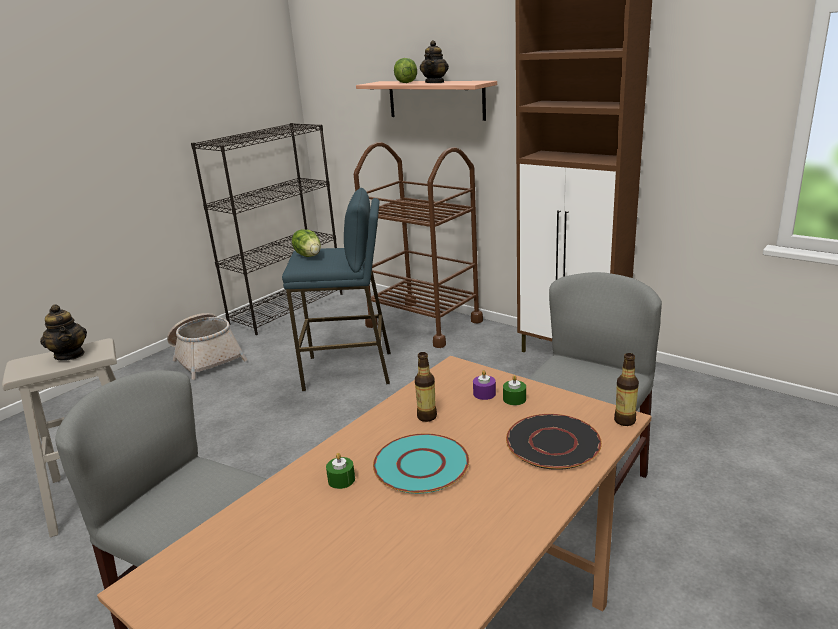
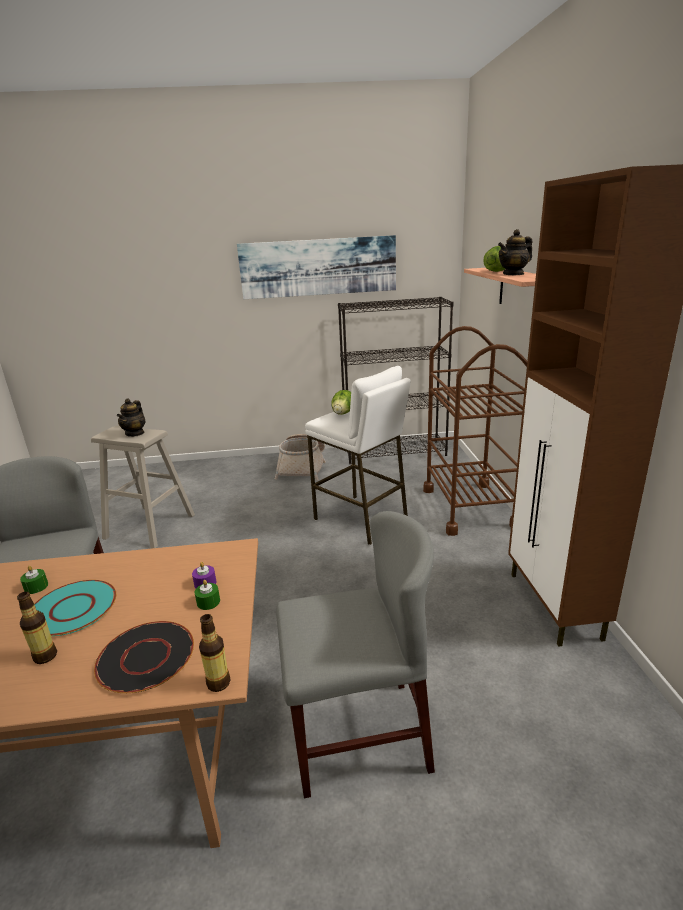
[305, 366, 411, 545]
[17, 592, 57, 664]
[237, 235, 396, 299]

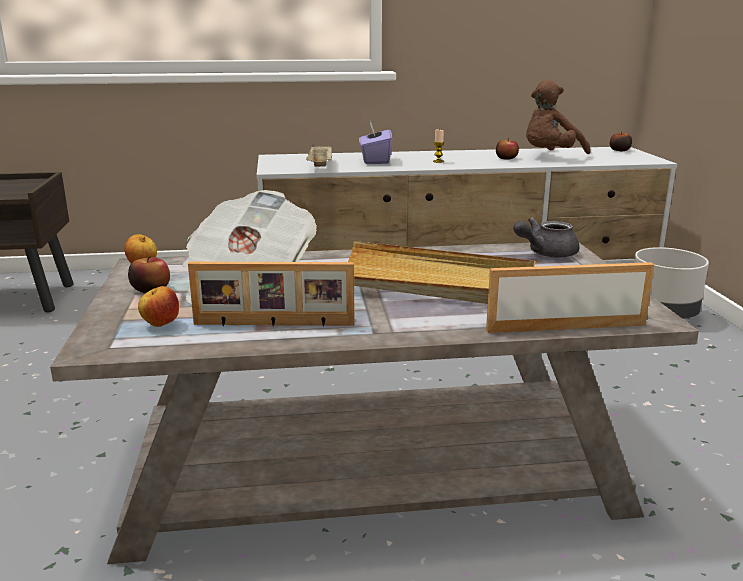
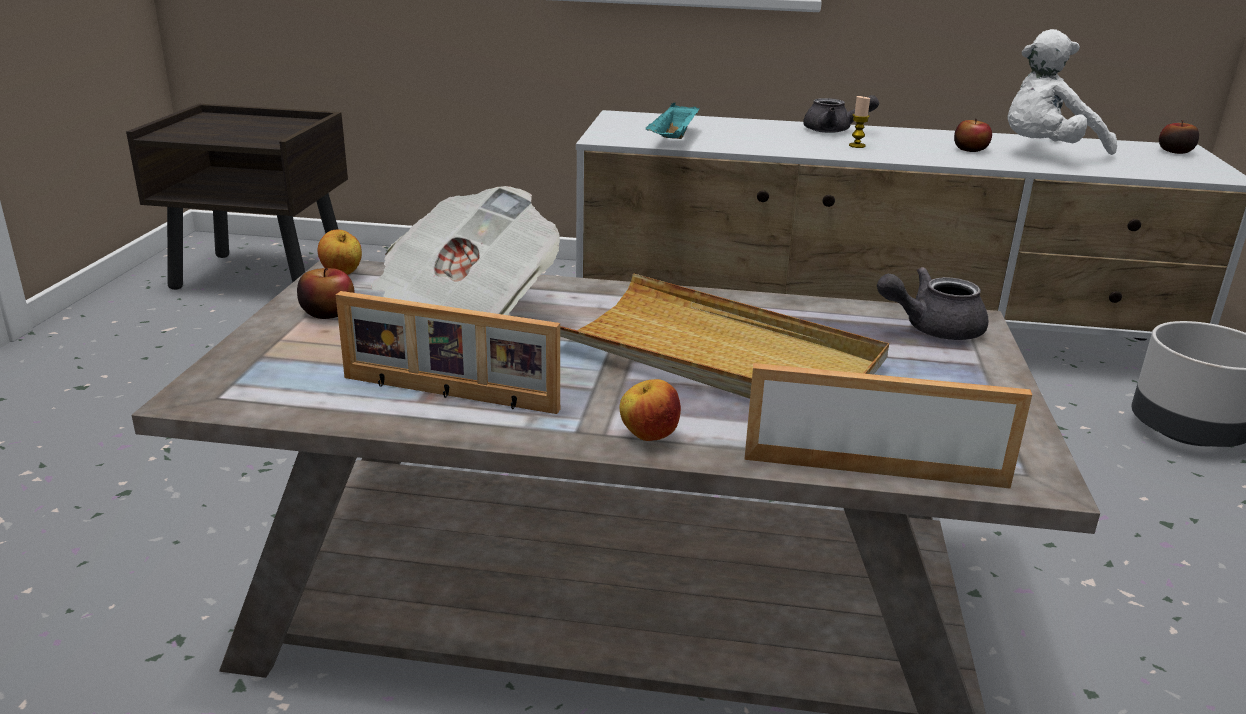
[620, 379, 681, 441]
[646, 103, 700, 139]
[359, 121, 392, 164] (first image)
[1007, 29, 1117, 155]
[803, 95, 879, 133]

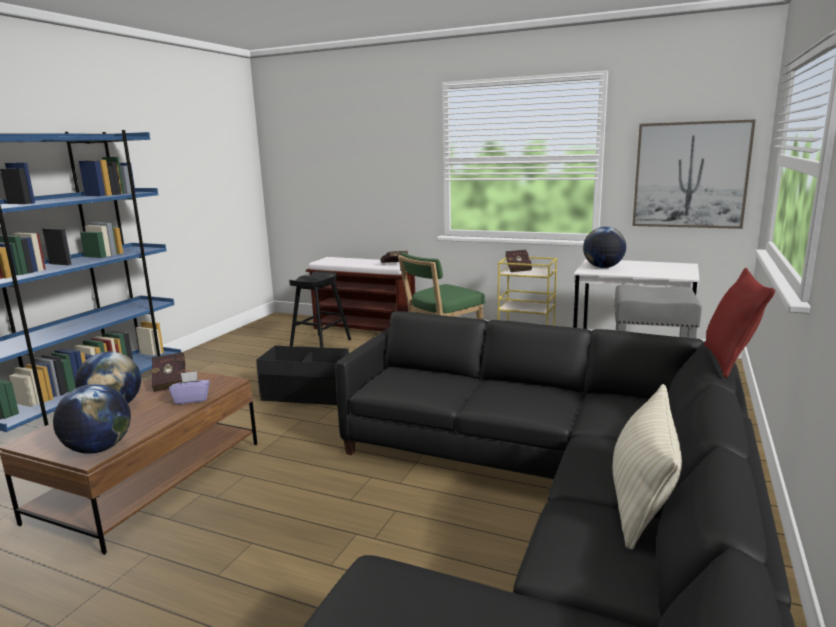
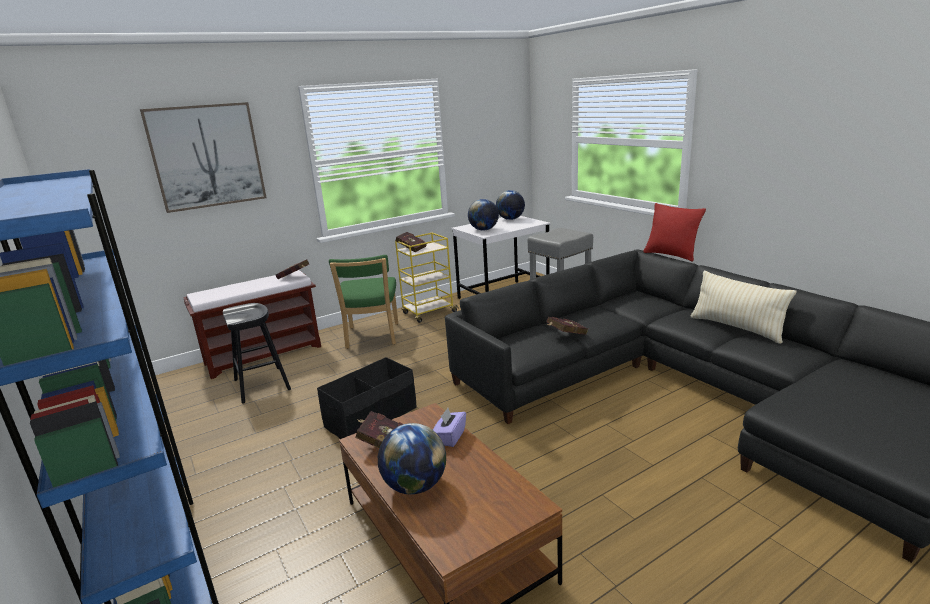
[496, 190, 525, 220]
[140, 102, 267, 213]
[546, 317, 588, 335]

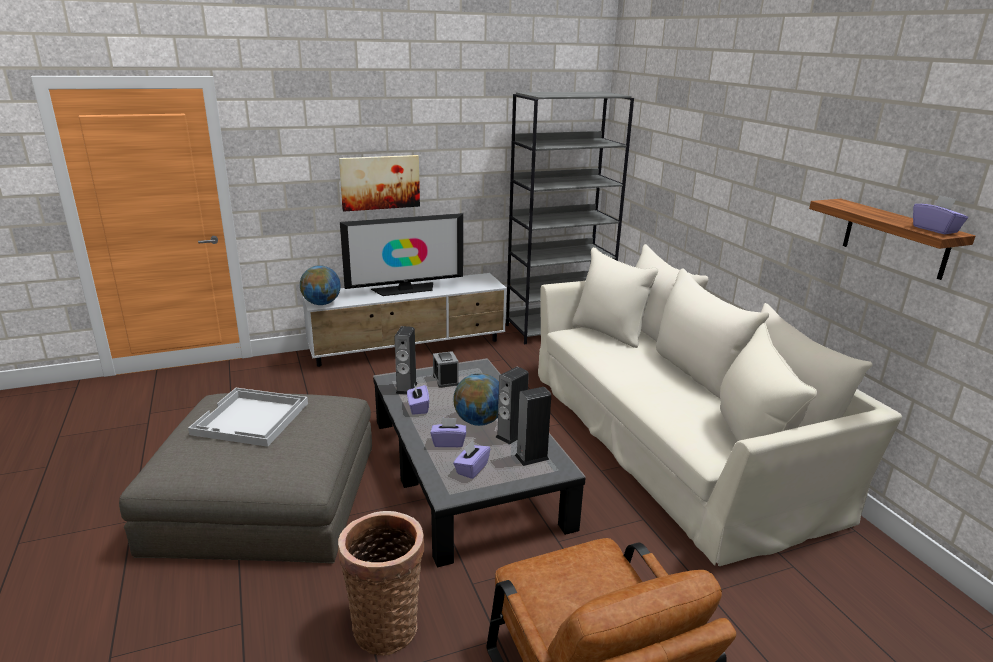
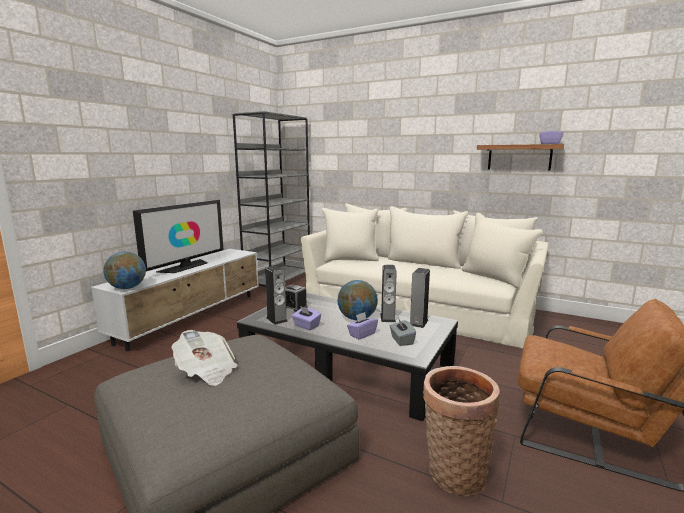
[171, 330, 238, 386]
[339, 155, 420, 212] (first image)
[390, 318, 416, 346]

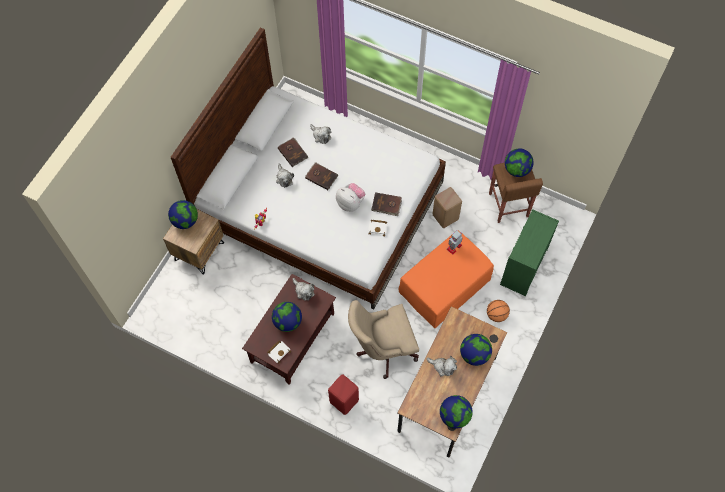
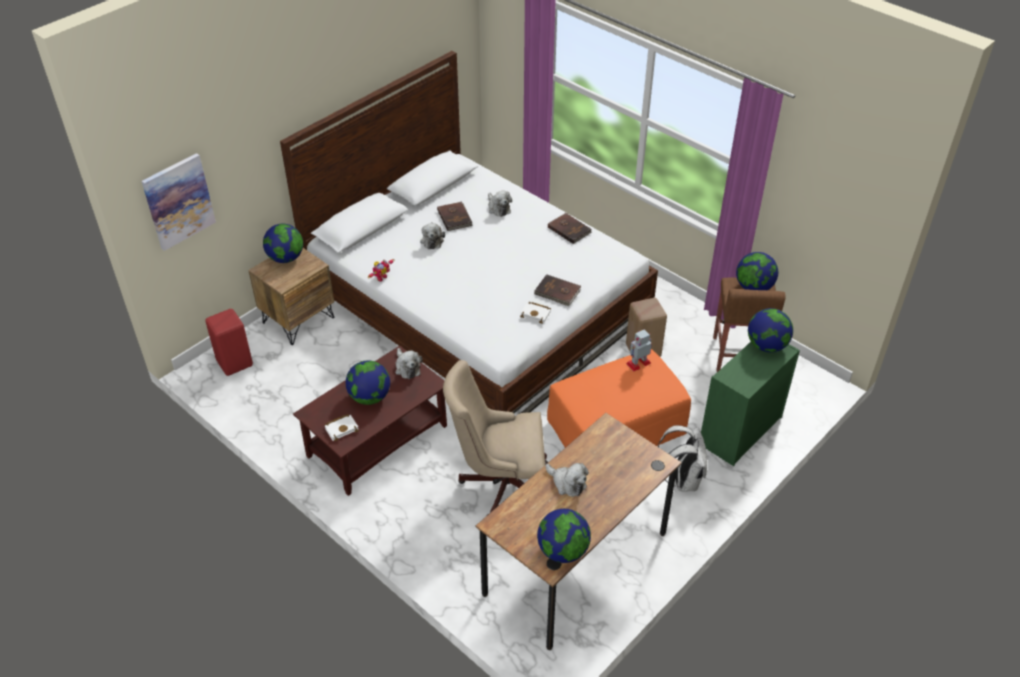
[548, 213, 592, 244]
[205, 309, 253, 376]
[336, 183, 365, 212] (first image)
[748, 308, 793, 353]
[658, 425, 707, 491]
[142, 153, 216, 251]

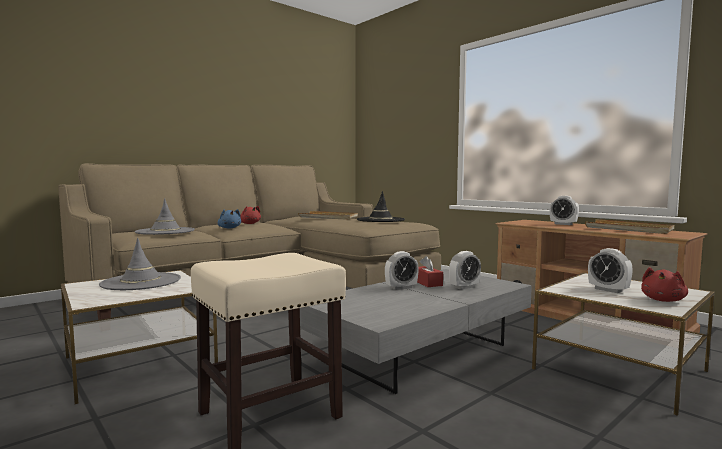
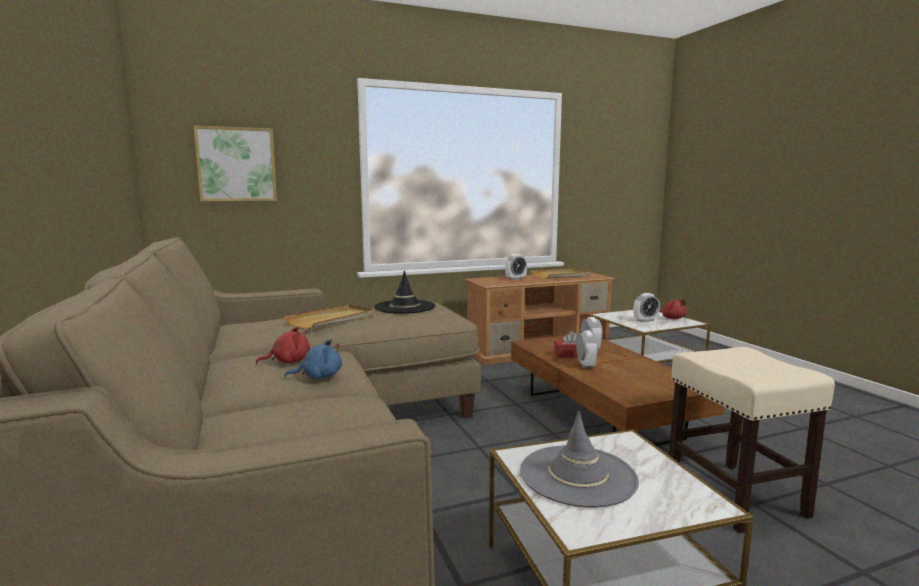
[135, 198, 195, 235] (first image)
[511, 335, 725, 446]
[193, 125, 277, 201]

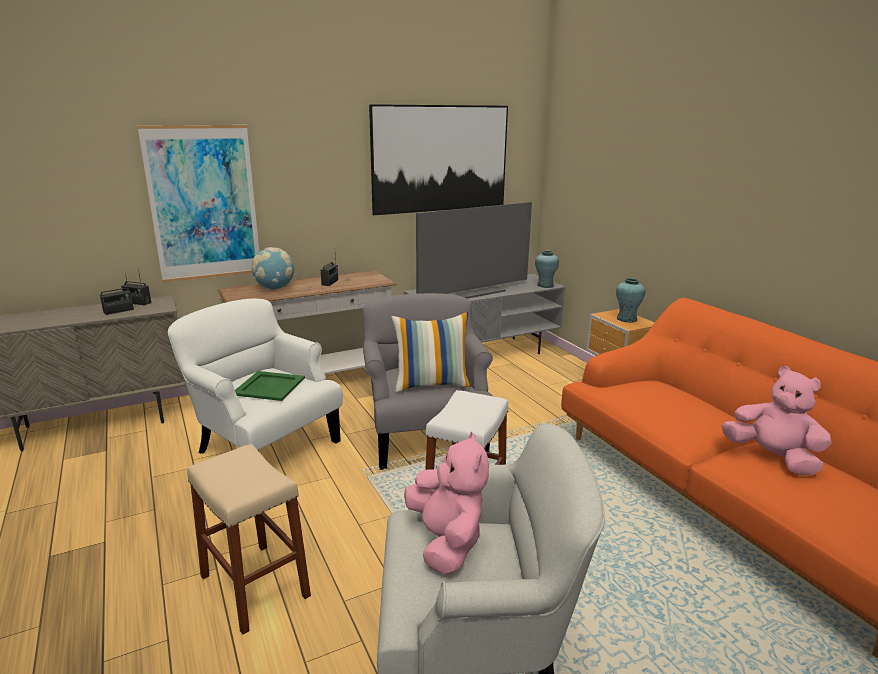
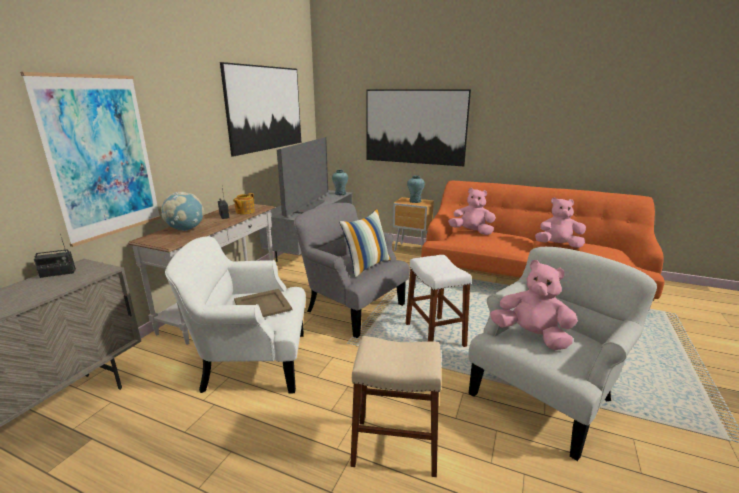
[100, 274, 134, 315] (first image)
[234, 289, 292, 317]
[233, 193, 255, 214]
[366, 89, 471, 166]
[448, 188, 496, 235]

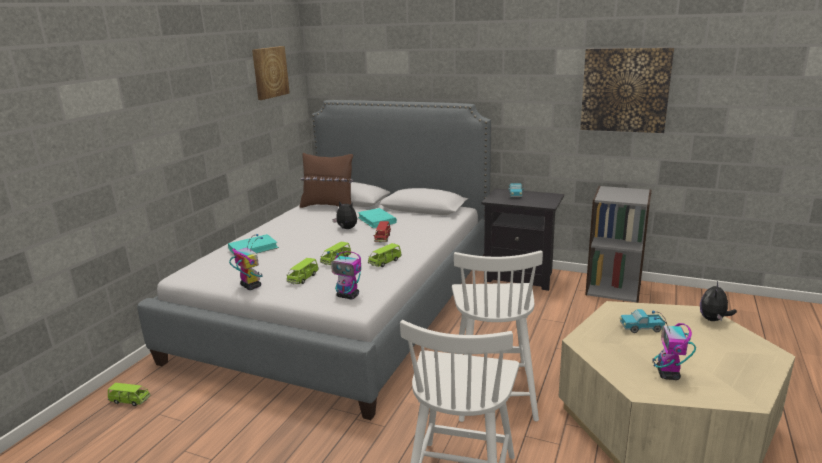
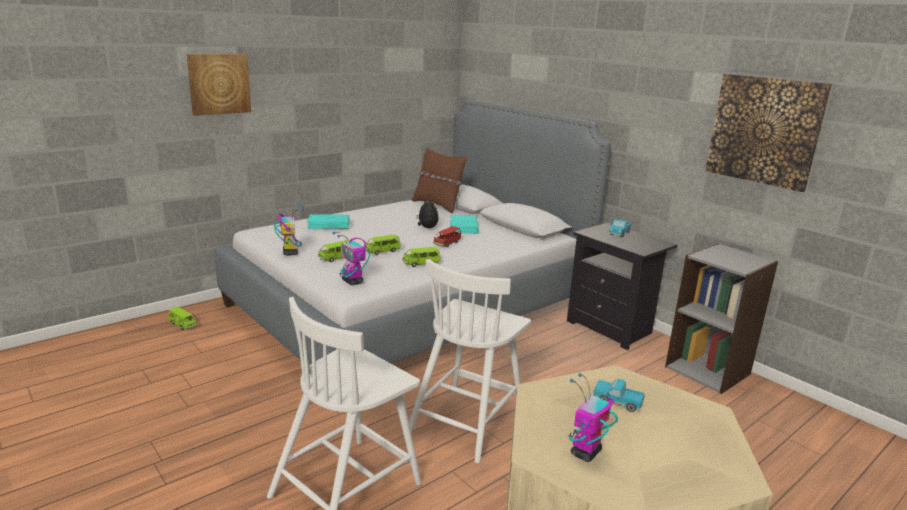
[186, 54, 251, 116]
[700, 281, 737, 321] (first image)

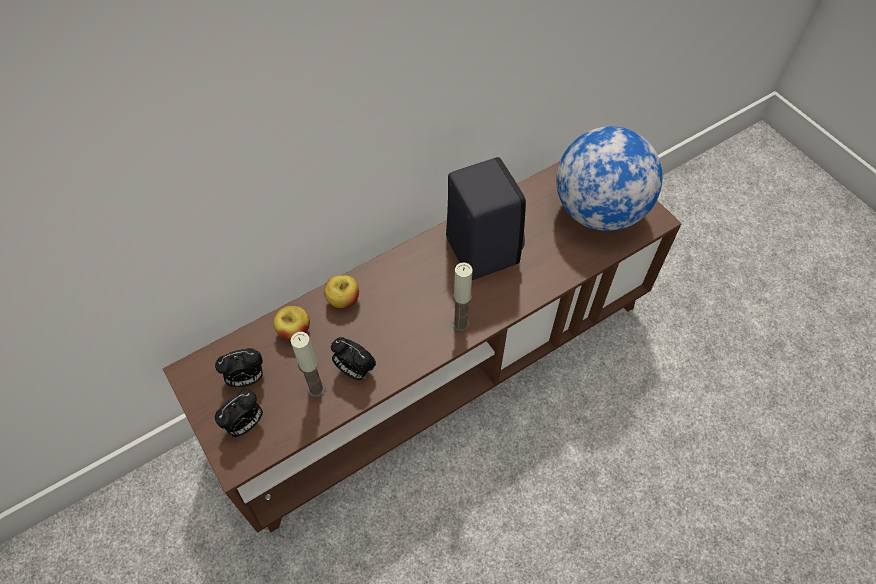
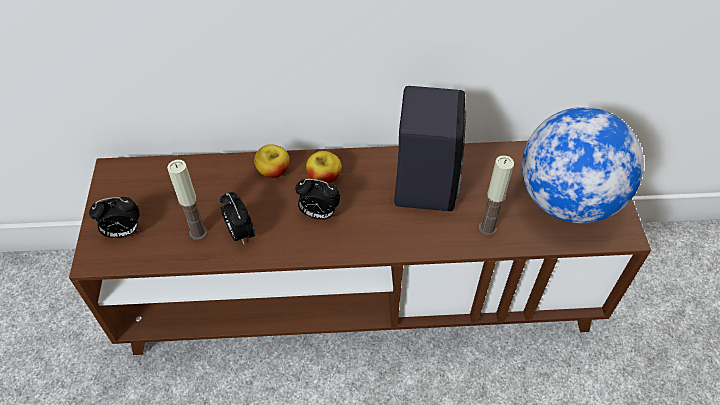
[295, 179, 340, 220]
[306, 151, 341, 183]
[479, 155, 514, 236]

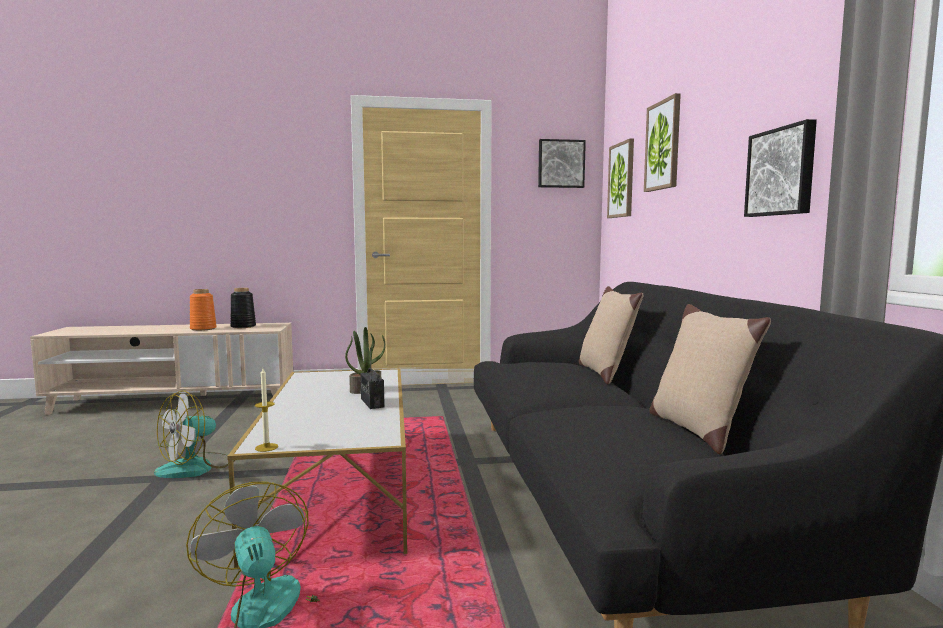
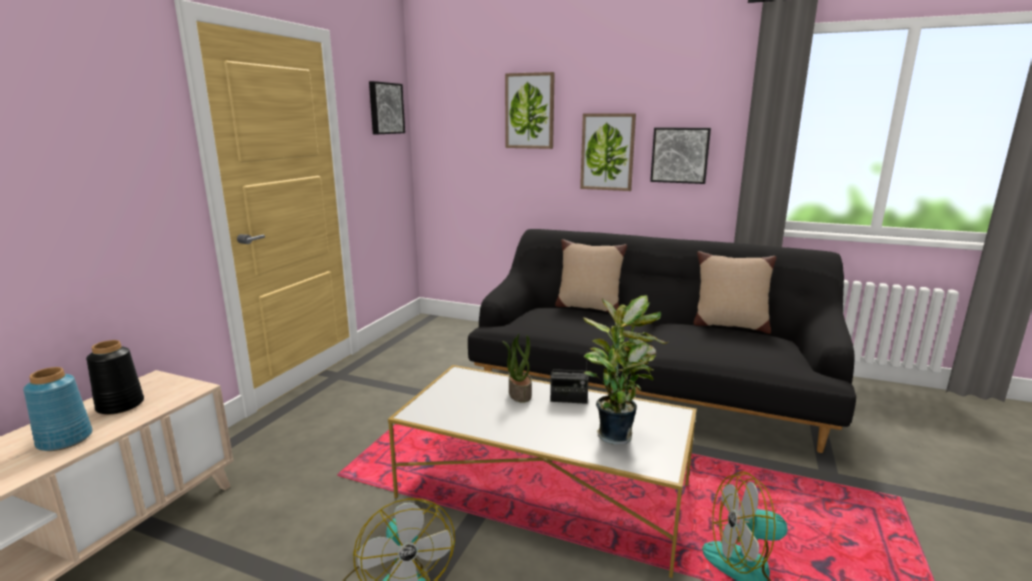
[23, 367, 92, 451]
[255, 368, 278, 452] (first image)
[580, 113, 636, 191]
[583, 295, 668, 444]

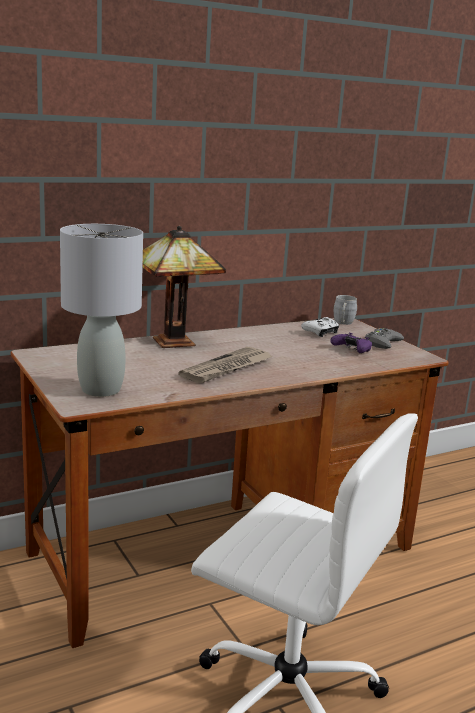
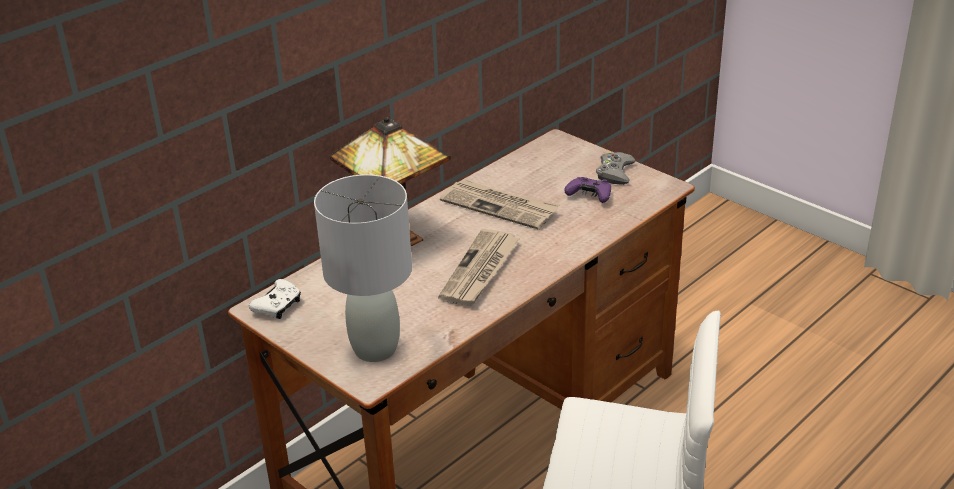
[249, 279, 301, 319]
[334, 295, 357, 325] (first image)
[440, 180, 559, 230]

